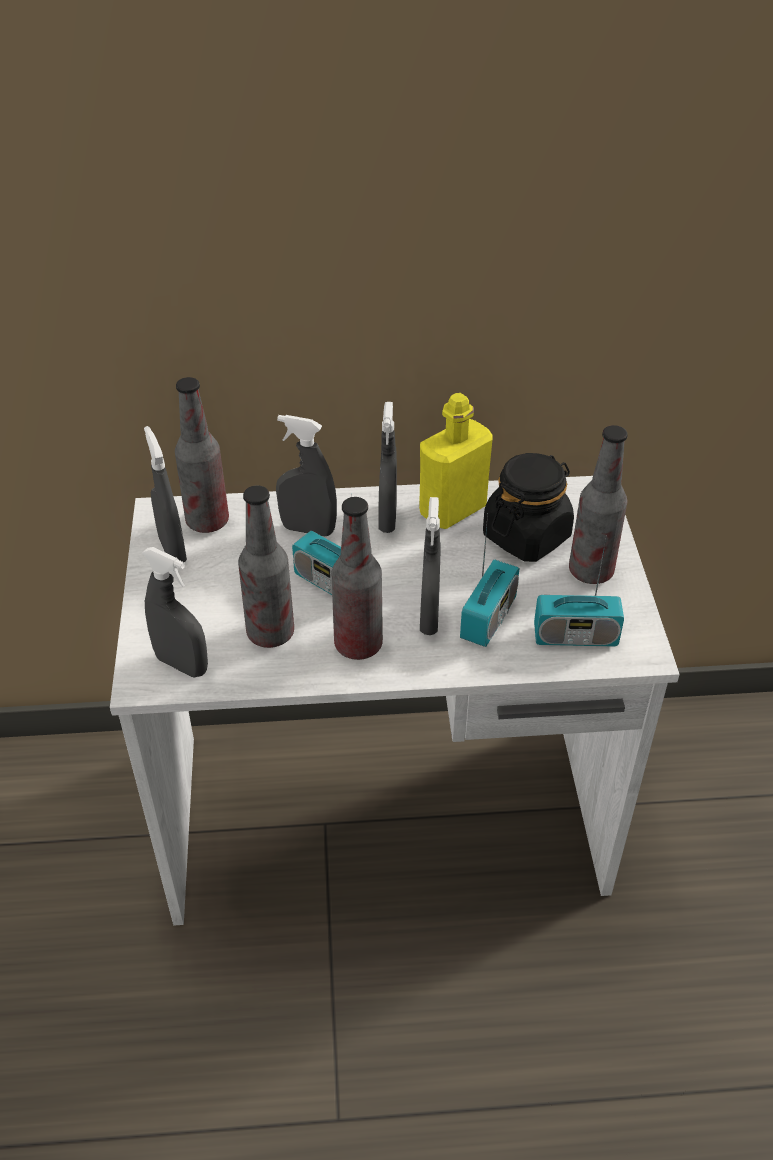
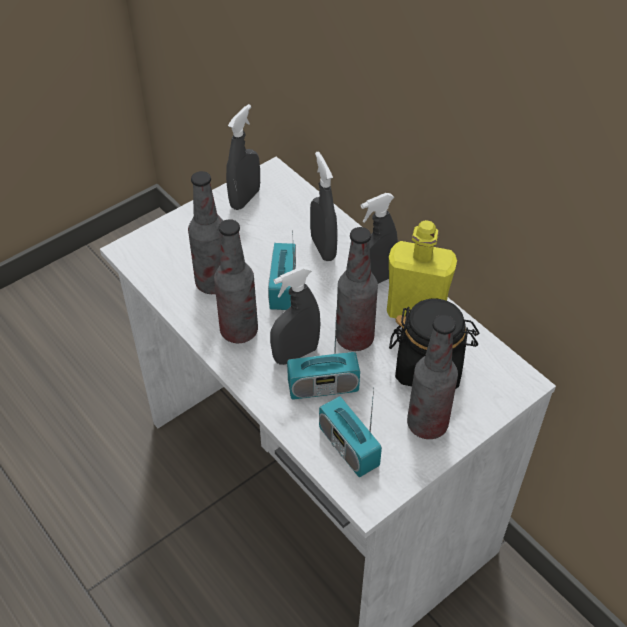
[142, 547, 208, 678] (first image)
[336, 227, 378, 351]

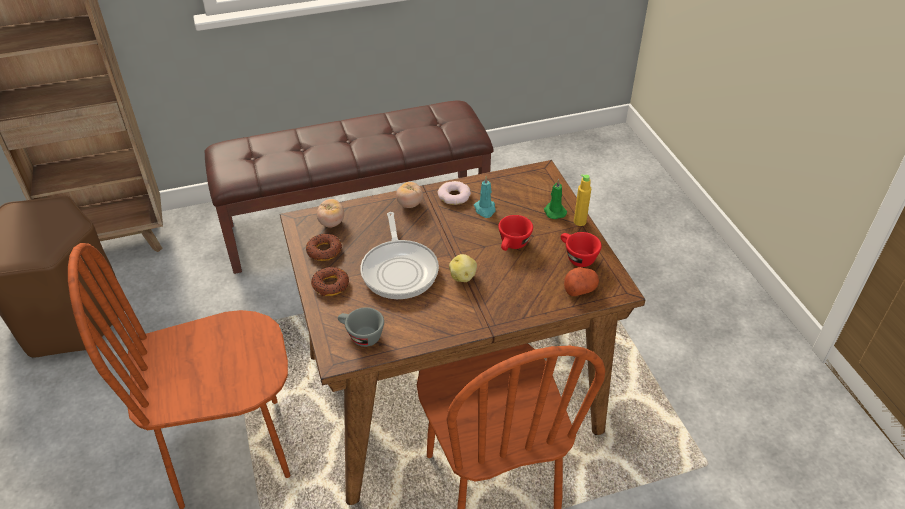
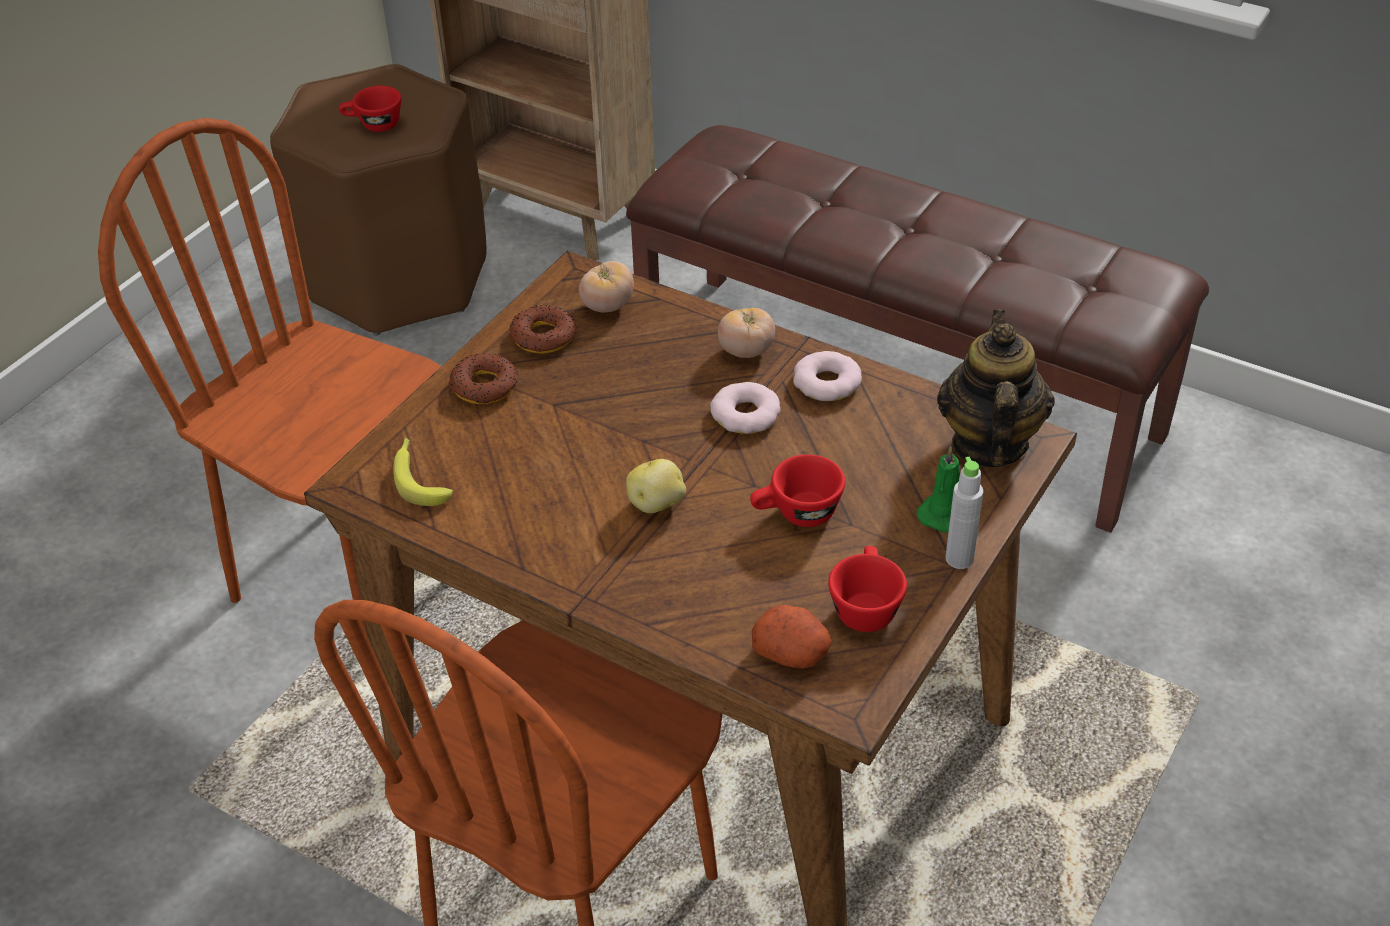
[393, 437, 453, 506]
[360, 212, 439, 299] (first image)
[474, 176, 496, 218] (first image)
[945, 457, 983, 569]
[339, 86, 401, 132]
[710, 382, 781, 434]
[937, 309, 1055, 467]

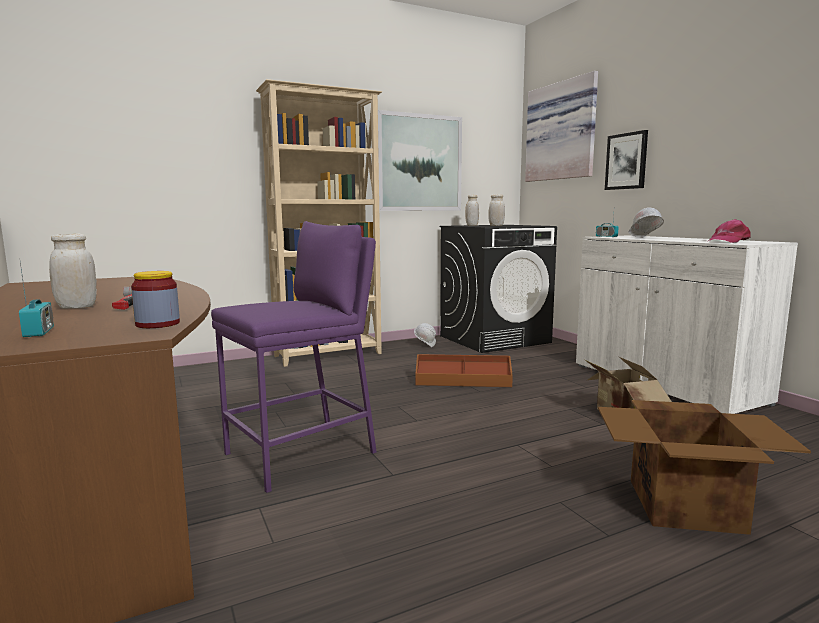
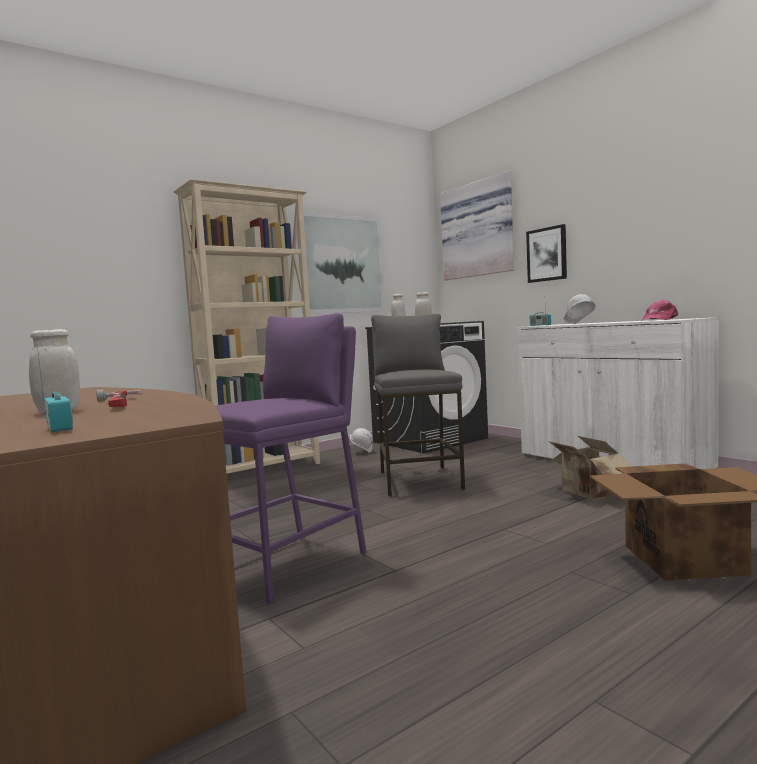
[131, 271, 180, 328] (first image)
[371, 314, 465, 496]

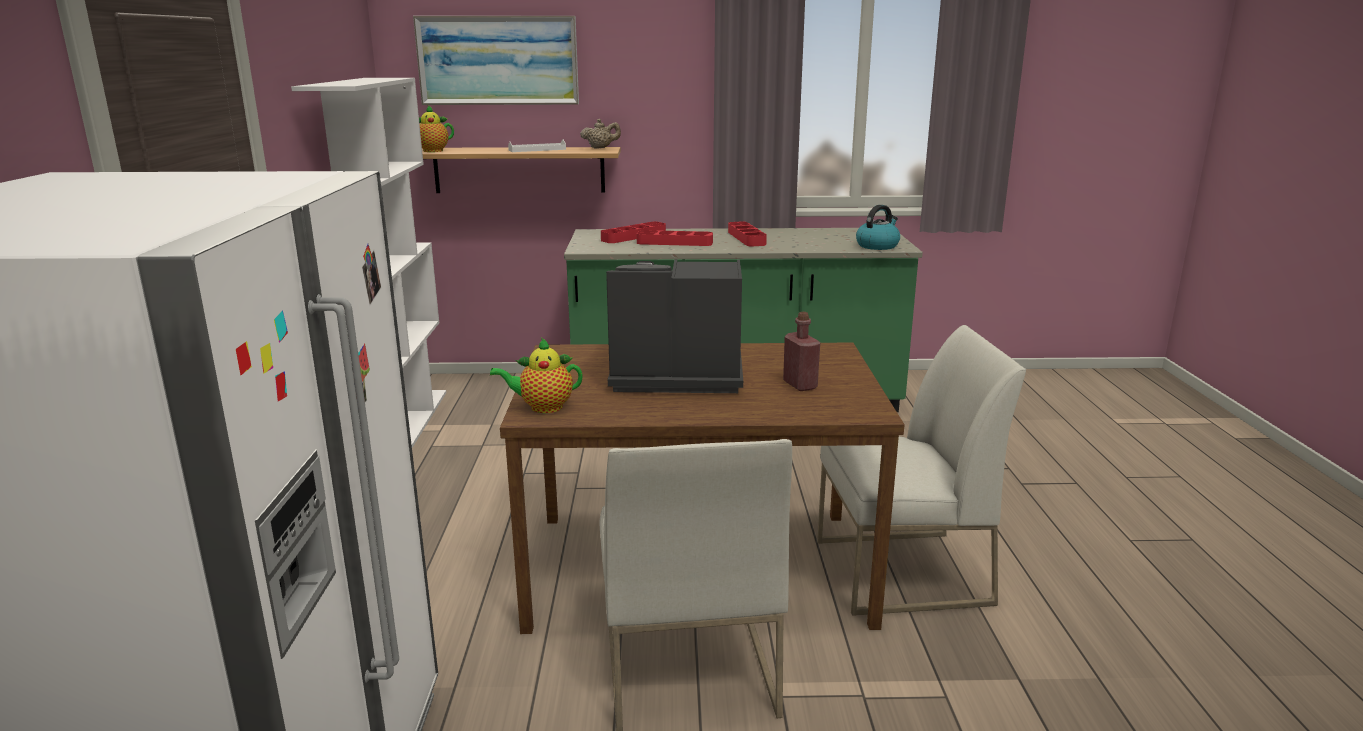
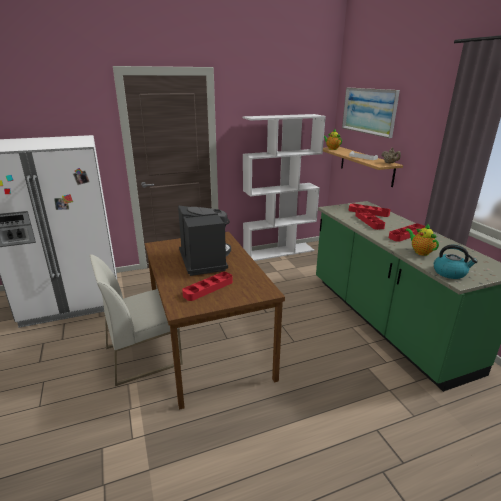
[406, 224, 439, 256]
[182, 272, 233, 301]
[817, 325, 1026, 616] (first image)

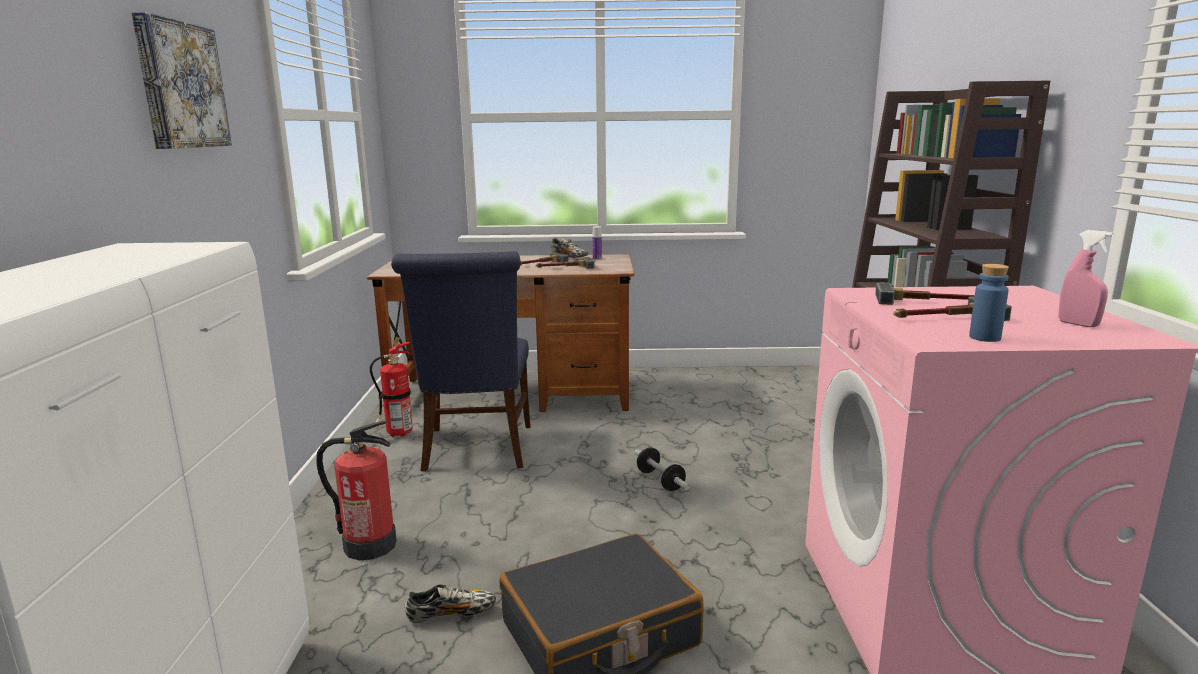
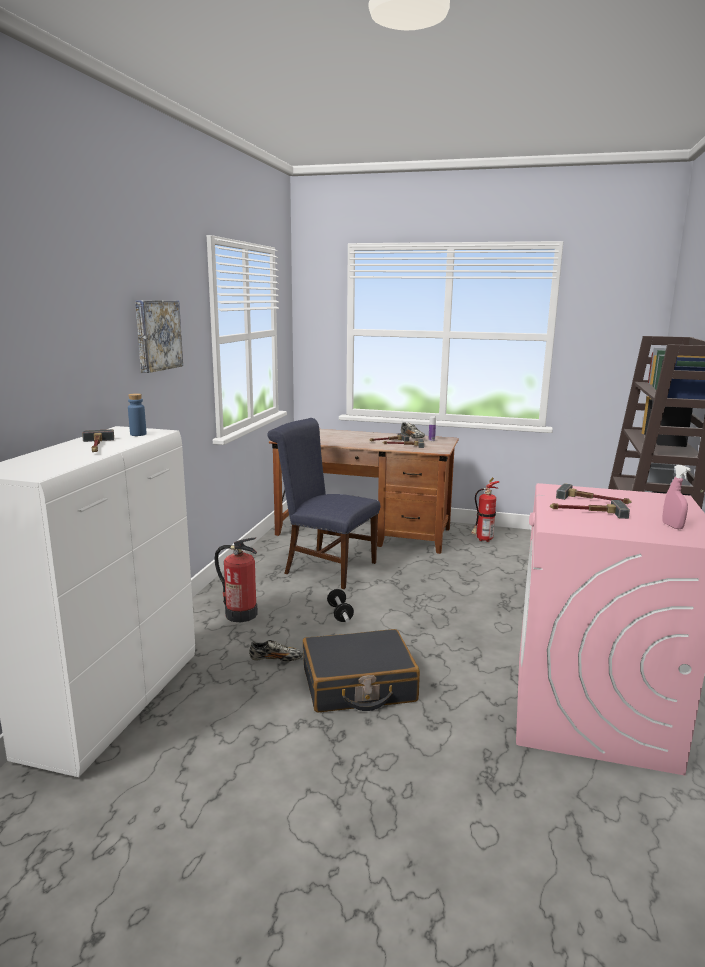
[471, 477, 499, 542]
[267, 418, 380, 589]
[327, 589, 354, 623]
[128, 393, 147, 436]
[82, 429, 114, 452]

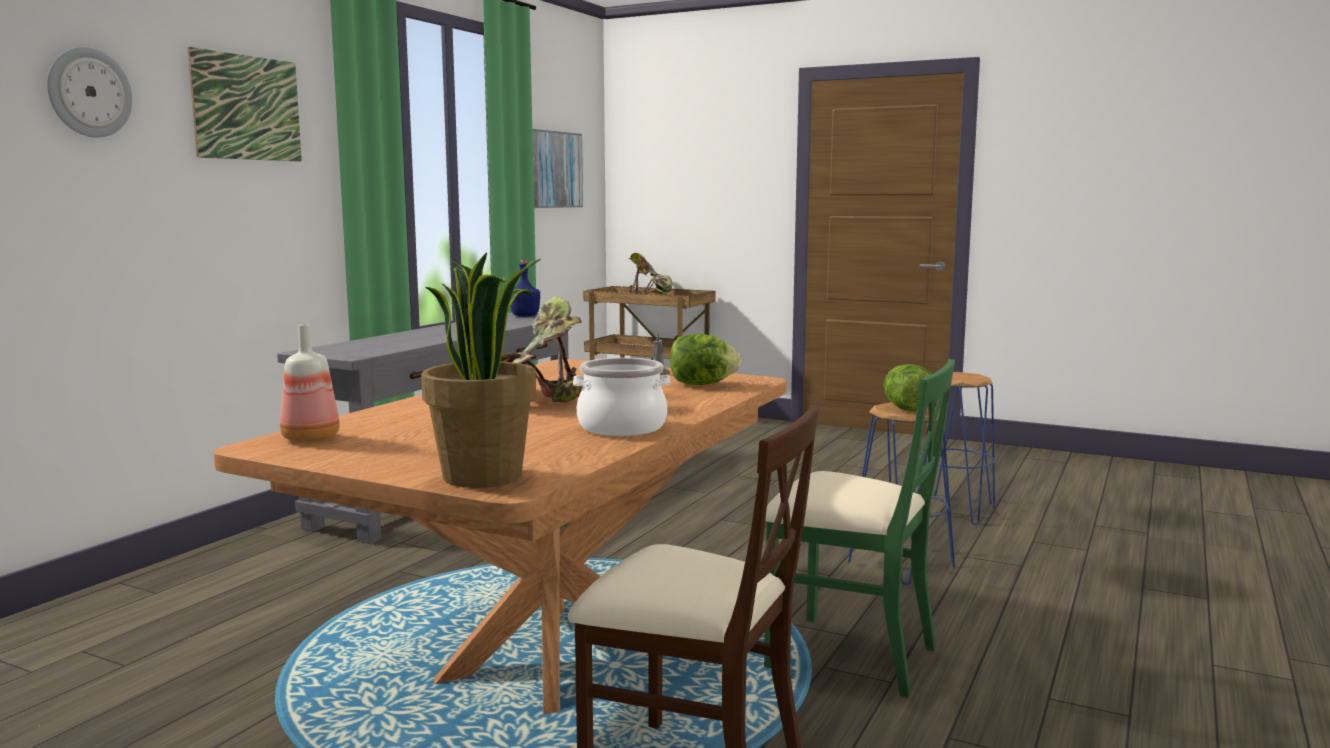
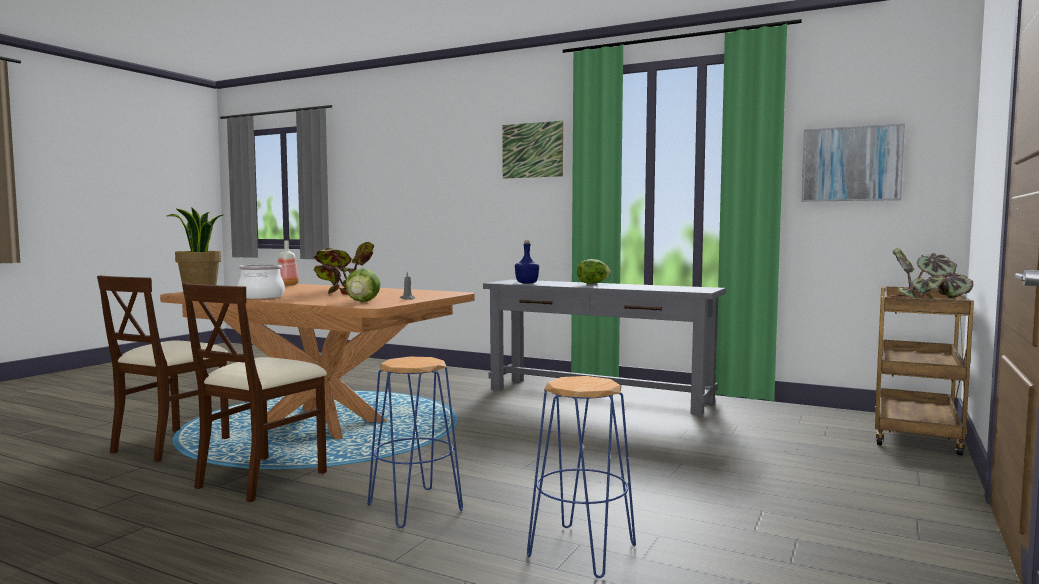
[47, 47, 132, 137] (first image)
[515, 240, 539, 284]
[182, 283, 327, 502]
[577, 259, 611, 284]

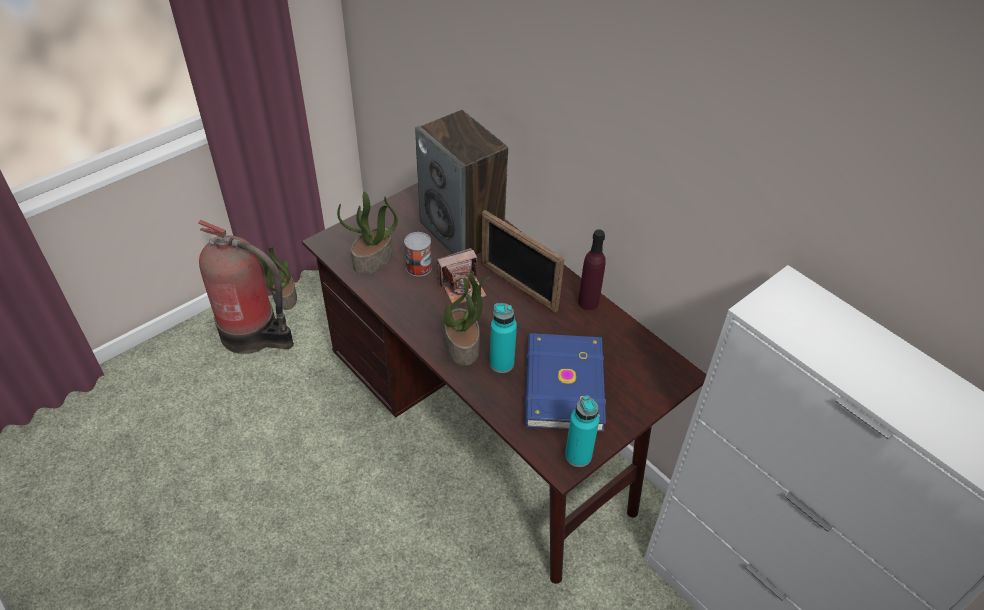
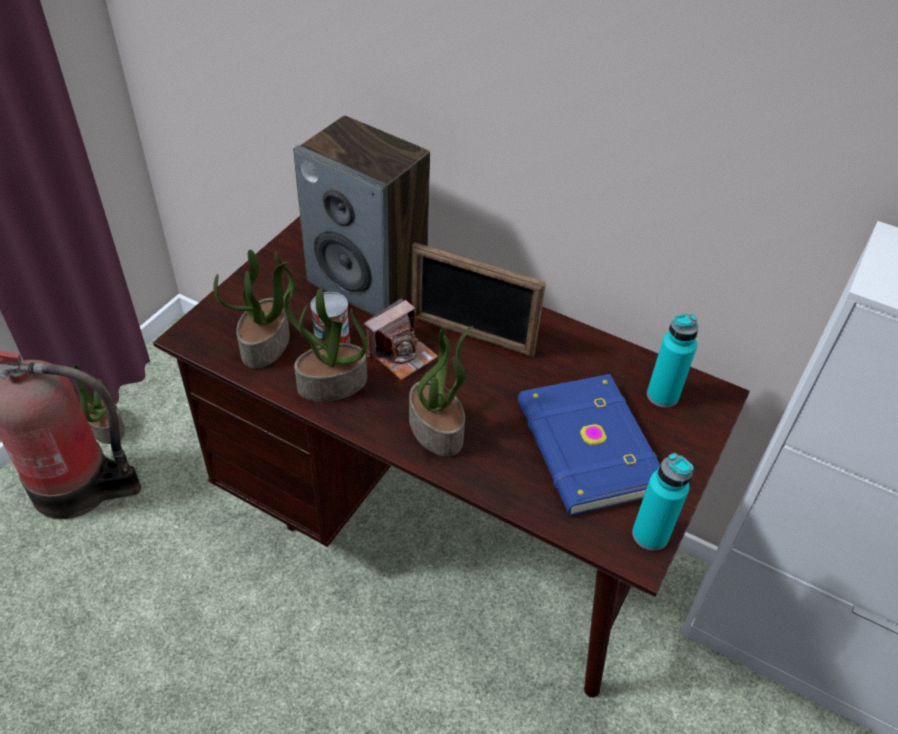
[647, 314, 698, 408]
[578, 230, 606, 310] (first image)
[284, 289, 368, 402]

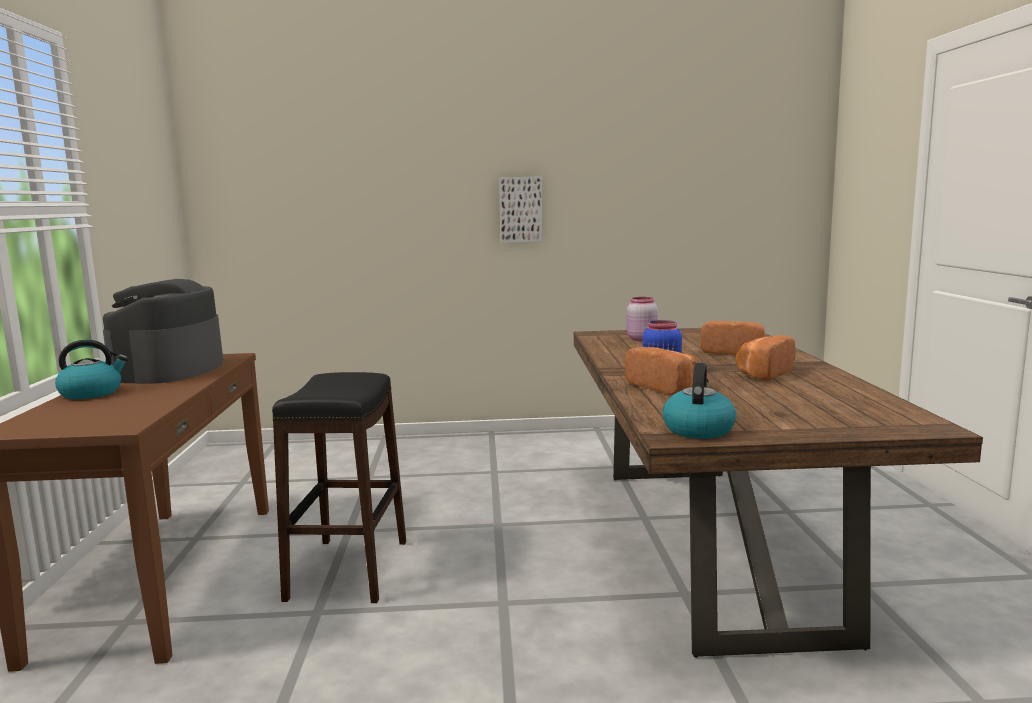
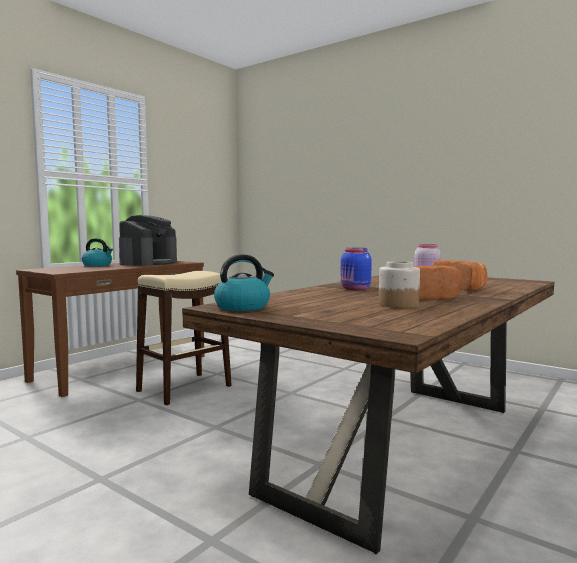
[119, 215, 177, 266]
[136, 271, 232, 405]
[499, 176, 543, 243] (first image)
[625, 347, 697, 395] (first image)
[379, 261, 420, 308]

